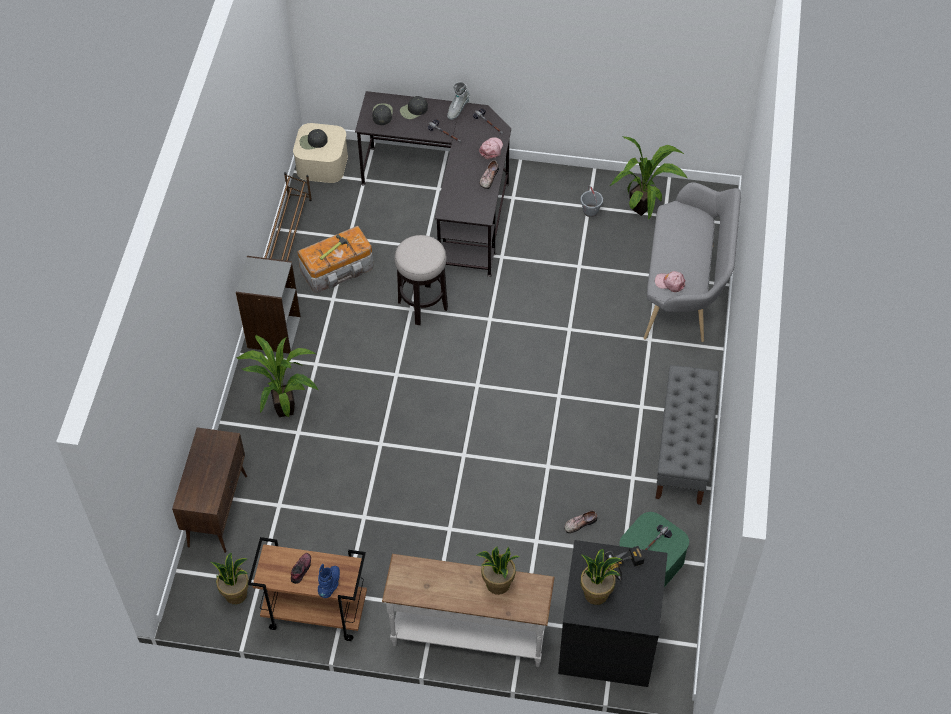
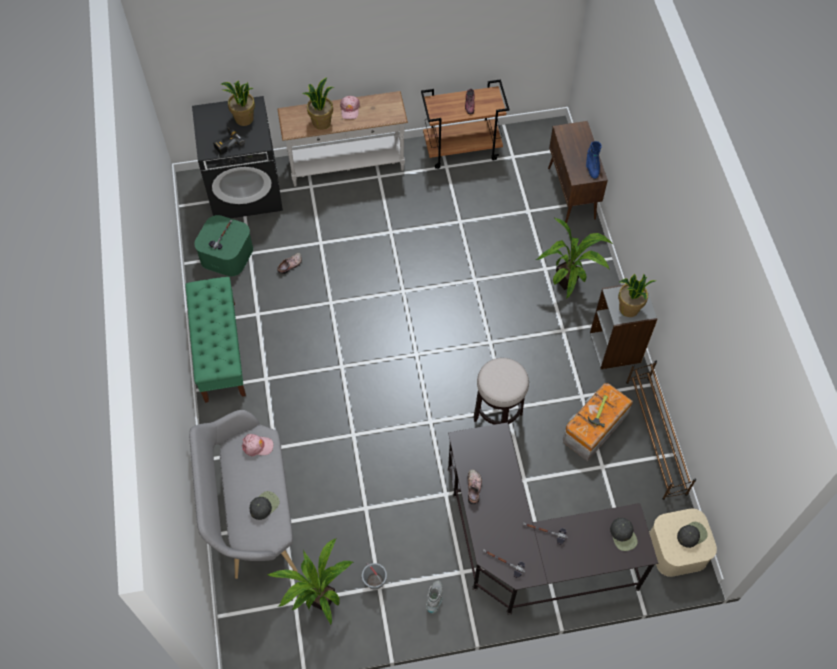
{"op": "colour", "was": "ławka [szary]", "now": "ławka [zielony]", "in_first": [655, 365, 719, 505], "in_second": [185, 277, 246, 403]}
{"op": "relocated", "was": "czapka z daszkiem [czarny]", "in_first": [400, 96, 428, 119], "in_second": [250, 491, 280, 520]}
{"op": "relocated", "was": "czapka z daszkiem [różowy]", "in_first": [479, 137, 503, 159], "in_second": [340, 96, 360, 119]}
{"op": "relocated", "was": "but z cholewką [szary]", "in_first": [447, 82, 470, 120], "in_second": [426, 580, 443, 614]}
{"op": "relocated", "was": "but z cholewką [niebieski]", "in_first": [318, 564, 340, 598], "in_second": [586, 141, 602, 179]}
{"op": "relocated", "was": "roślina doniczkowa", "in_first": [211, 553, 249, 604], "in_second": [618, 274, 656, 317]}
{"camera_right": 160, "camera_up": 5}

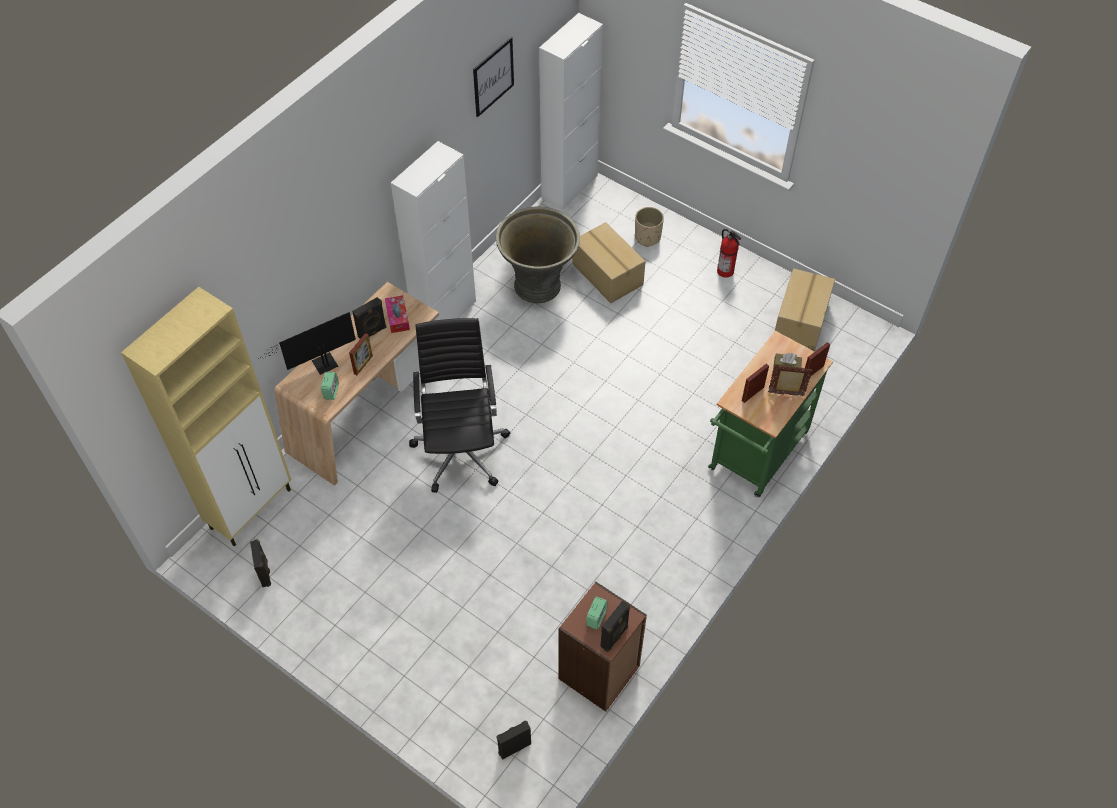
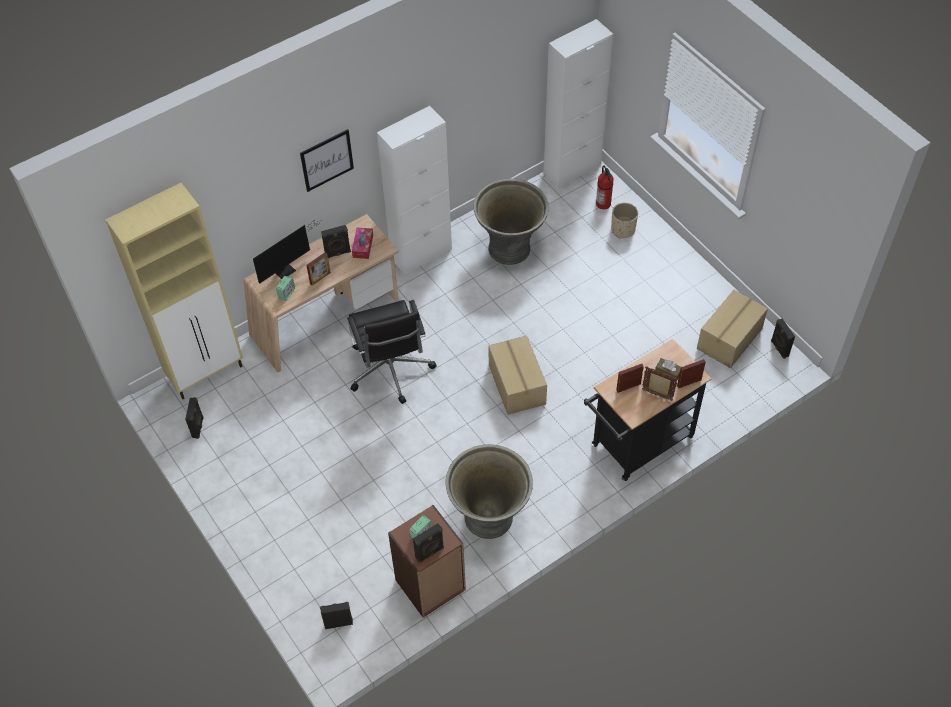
{"op": "spun", "was": "monitor", "in_first": [257, 312, 356, 375], "in_second": [253, 221, 321, 283], "clockwise": 150}
{"op": "relocated", "was": "obraz", "in_first": [473, 37, 514, 117], "in_second": [300, 129, 354, 192]}
{"op": "spun", "was": "krzesło biurowe [czarny]", "in_first": [409, 318, 510, 493], "in_second": [347, 300, 437, 404], "clockwise": 150}
{"op": "appeared", "now": "donica [szary]", "in_second": [446, 444, 533, 539]}
{"op": "relocated", "was": "karton", "in_first": [572, 222, 646, 303], "in_second": [488, 336, 547, 415]}
{"op": "colour", "was": "wózek [zielony]", "now": "wózek [czarny]", "in_first": [708, 331, 833, 497], "in_second": [584, 338, 712, 481]}
{"op": "relocated", "was": "gaśnica", "in_first": [717, 229, 741, 278], "in_second": [596, 166, 613, 209]}
{"op": "appeared", "now": "głośnik [czarny]", "in_second": [771, 318, 795, 359]}
{"camera_right": 20, "camera_up": 0}

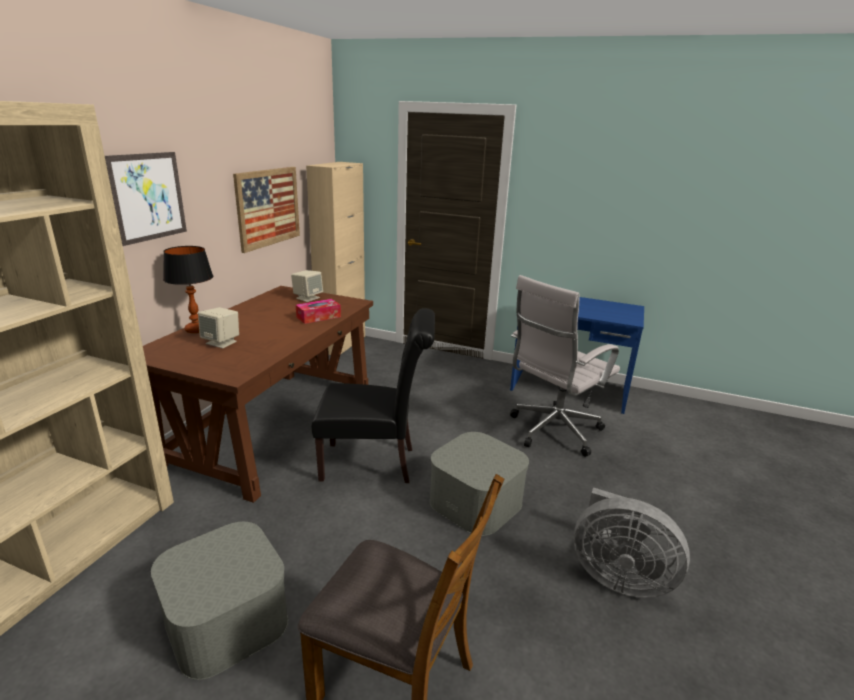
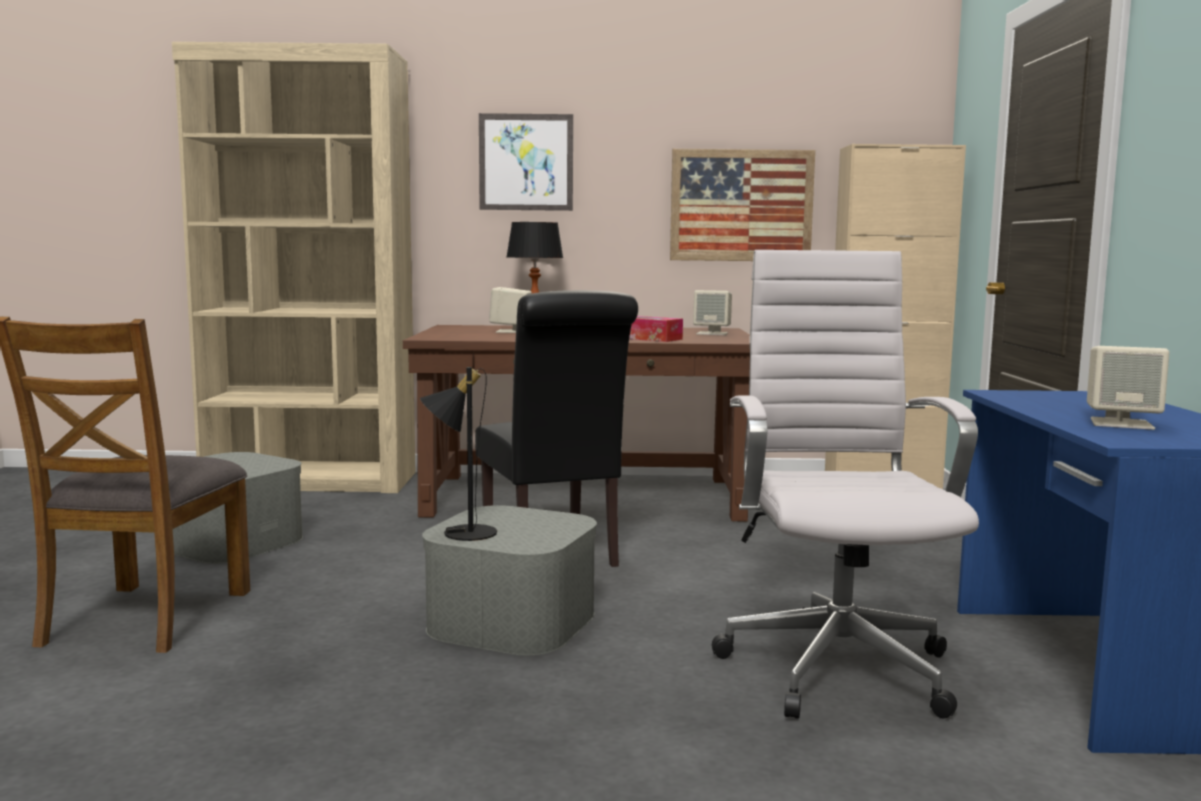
{"op": "appeared", "now": "lampa stołowa [czarny]", "in_second": [420, 367, 497, 541]}
{"op": "spun", "was": "krzesło biurowe [biały]", "in_first": [510, 275, 620, 457], "in_second": [711, 250, 979, 719], "clockwise": 60}
{"op": "appeared", "now": "głośnik [beżowy]", "in_second": [1087, 346, 1169, 430]}
{"op": "missing", "was": "wentylator [szary]", "in_first": [574, 487, 690, 598]}
{"camera_right": 70, "camera_up": -15}

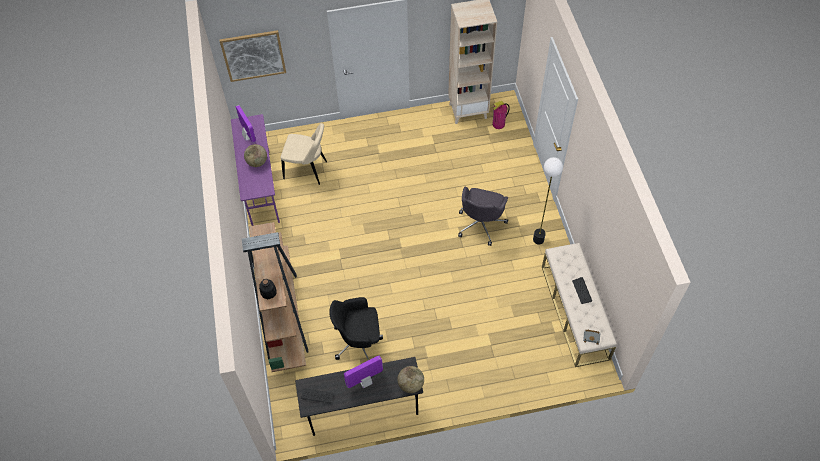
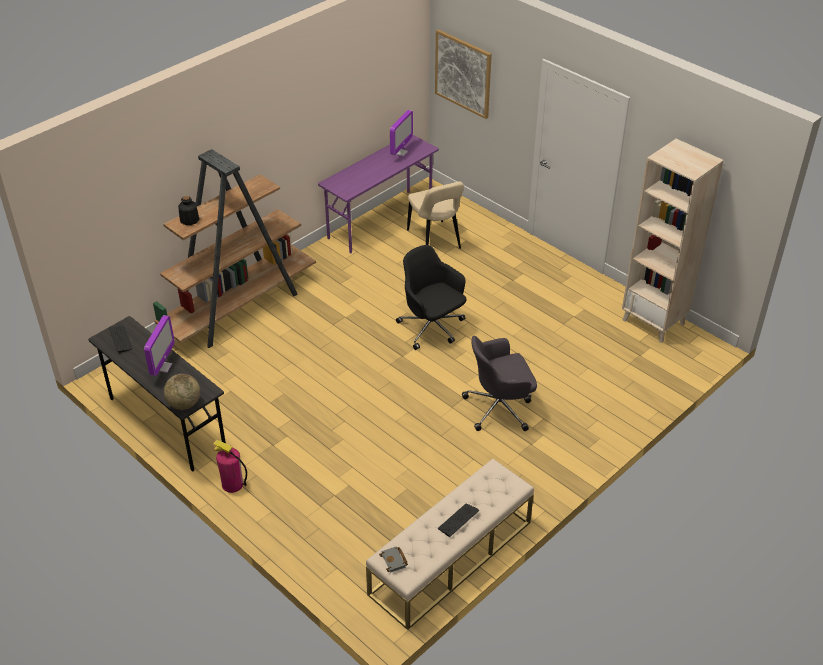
{"op": "spun", "was": "monitor", "in_first": [344, 356, 383, 388], "in_second": [144, 315, 175, 376], "clockwise": 75}
{"op": "relocated", "was": "gaśnica", "in_first": [492, 101, 510, 129], "in_second": [213, 440, 247, 493]}
{"op": "relocated", "was": "krzesło biurowe [czarny]", "in_first": [329, 297, 383, 360], "in_second": [396, 245, 466, 350]}
{"op": "missing", "was": "globus", "in_first": [244, 144, 267, 167]}
{"op": "missing", "was": "lampa stojąca", "in_first": [533, 157, 563, 244]}
{"camera_right": 55, "camera_up": -15}

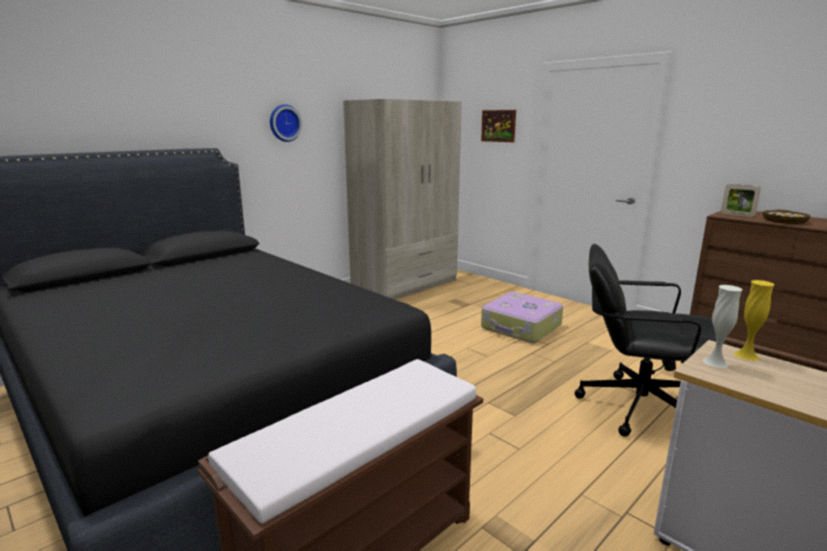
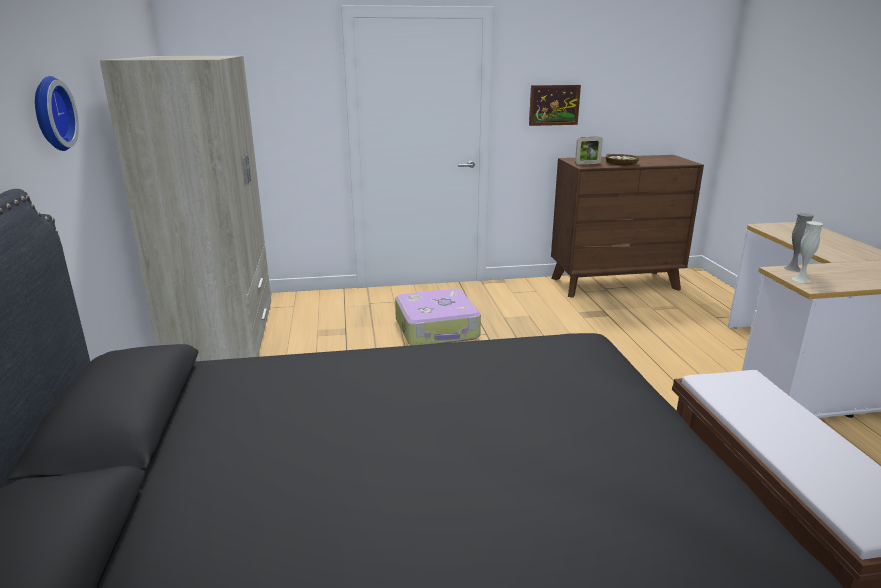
{"op": "relocated", "was": "obraz", "in_first": [481, 110, 516, 142], "in_second": [529, 85, 581, 126]}
{"op": "colour", "was": "wazon [żółty]", "now": "wazon [szary]", "in_first": [734, 280, 774, 361], "in_second": [784, 213, 813, 272]}
{"op": "missing", "was": "krzesło biurowe [czarny]", "in_first": [575, 244, 727, 437]}
{"camera_right": -55, "camera_up": 5}

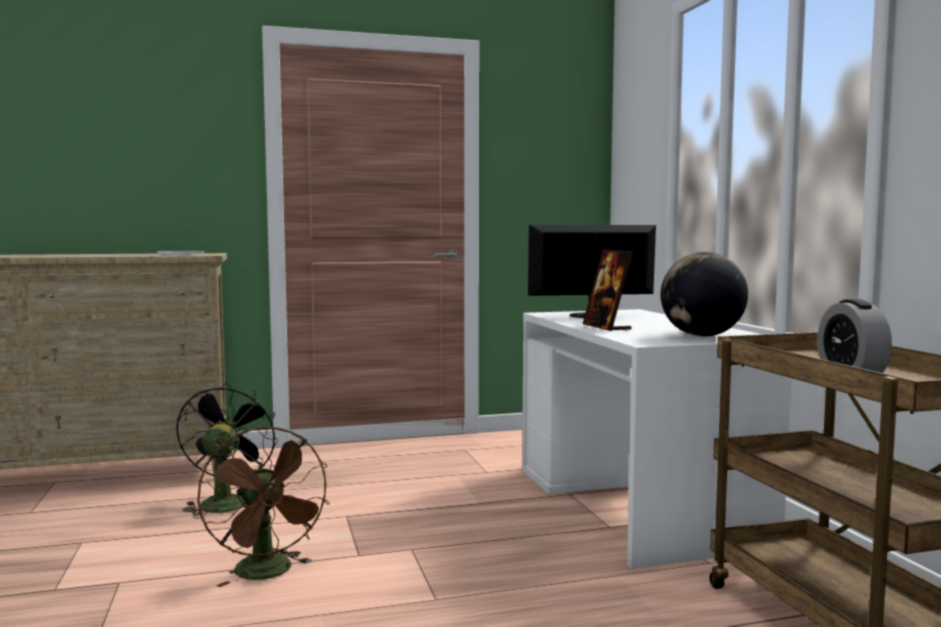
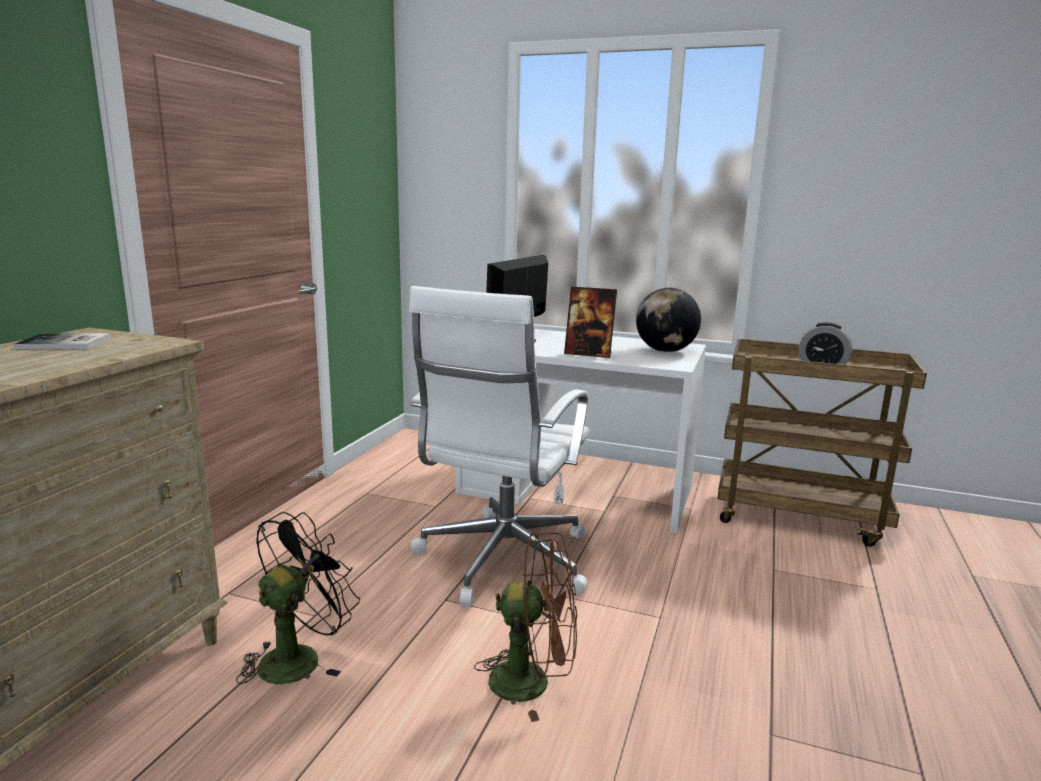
{"op": "spun", "was": "wentylator [czarny]", "in_first": [176, 382, 278, 518], "in_second": [236, 512, 360, 684], "clockwise": 90}
{"op": "appeared", "now": "krzesło biurowe [biały]", "in_second": [409, 286, 589, 606]}
{"camera_right": -55, "camera_up": 10}

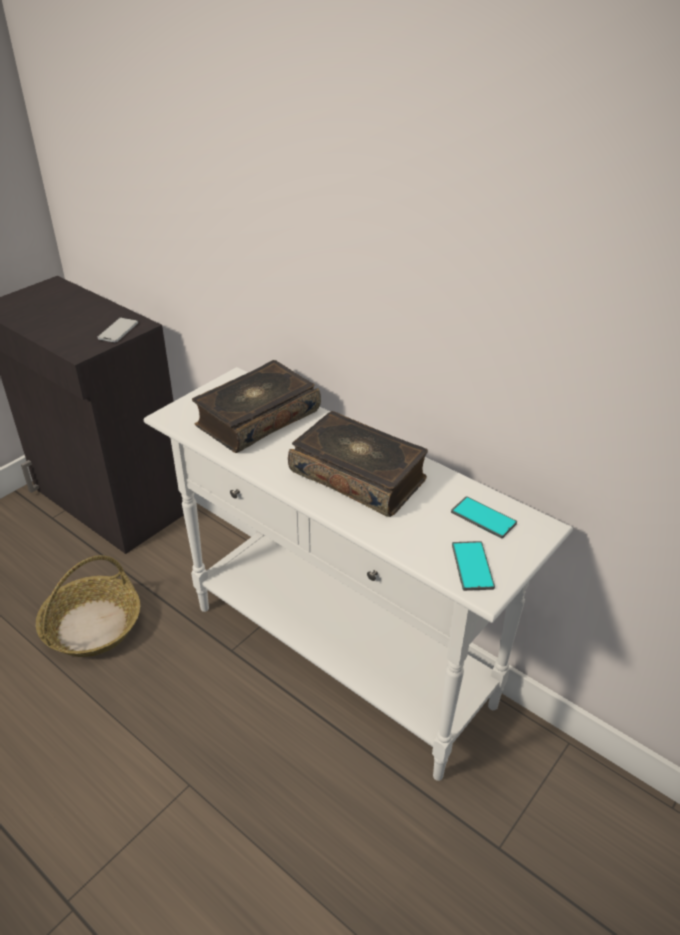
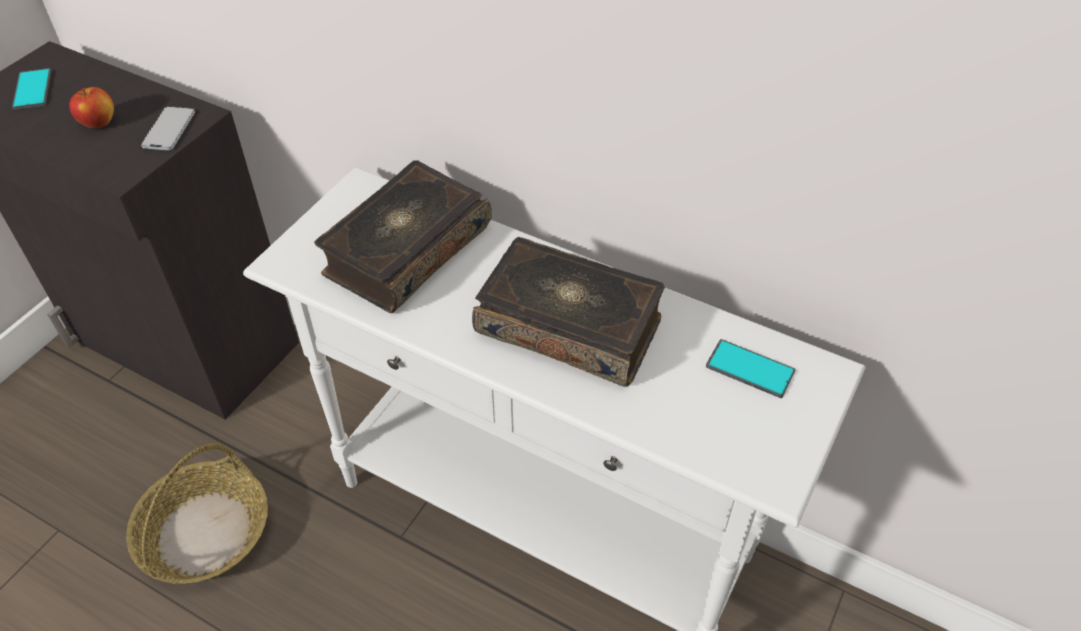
{"op": "relocated", "was": "telefon", "in_first": [452, 541, 495, 591], "in_second": [12, 68, 51, 110]}
{"op": "appeared", "now": "jabłko", "in_second": [69, 87, 114, 128]}
{"camera_right": -10, "camera_up": 10}

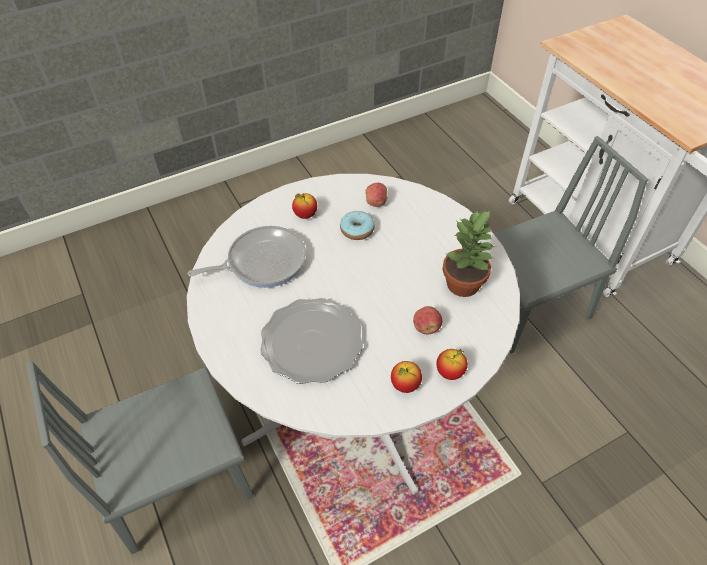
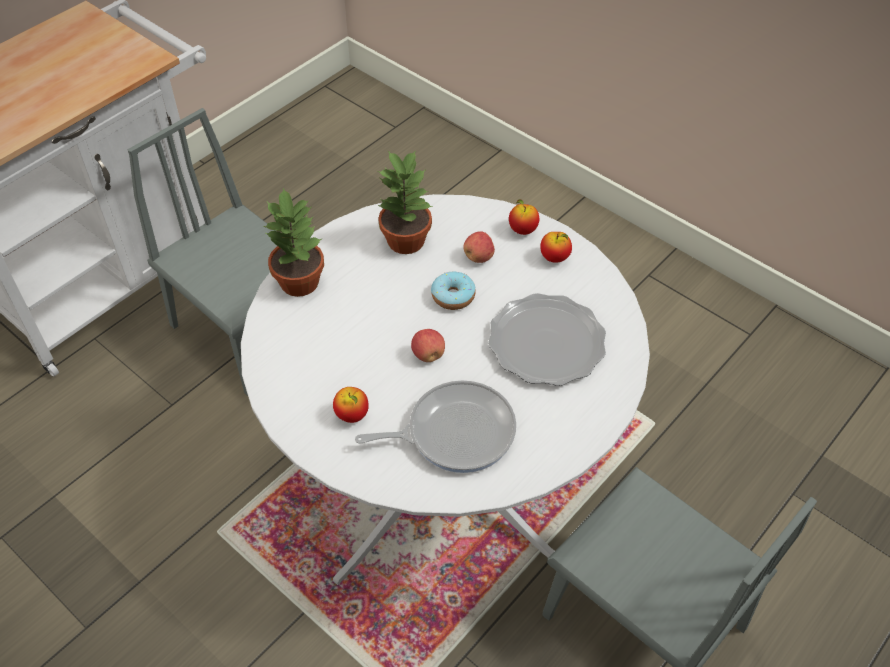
{"op": "appeared", "now": "roślina doniczkowa", "in_second": [263, 188, 324, 297]}
{"op": "spun", "was": "patelnia", "in_first": [188, 226, 306, 288], "in_second": [355, 380, 516, 473], "clockwise": 120}
{"op": "relocated", "was": "jabłko", "in_first": [365, 183, 388, 207], "in_second": [411, 329, 445, 362]}
{"op": "relocated", "was": "donut", "in_first": [340, 211, 375, 240], "in_second": [431, 272, 476, 310]}
{"camera_right": -110, "camera_up": 0}

